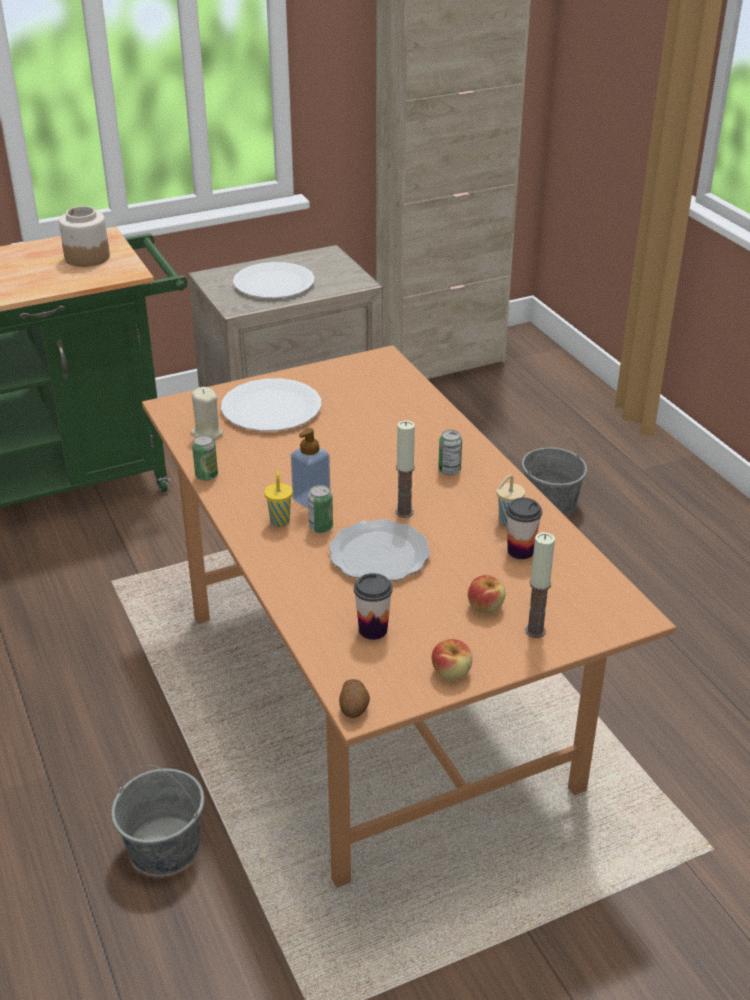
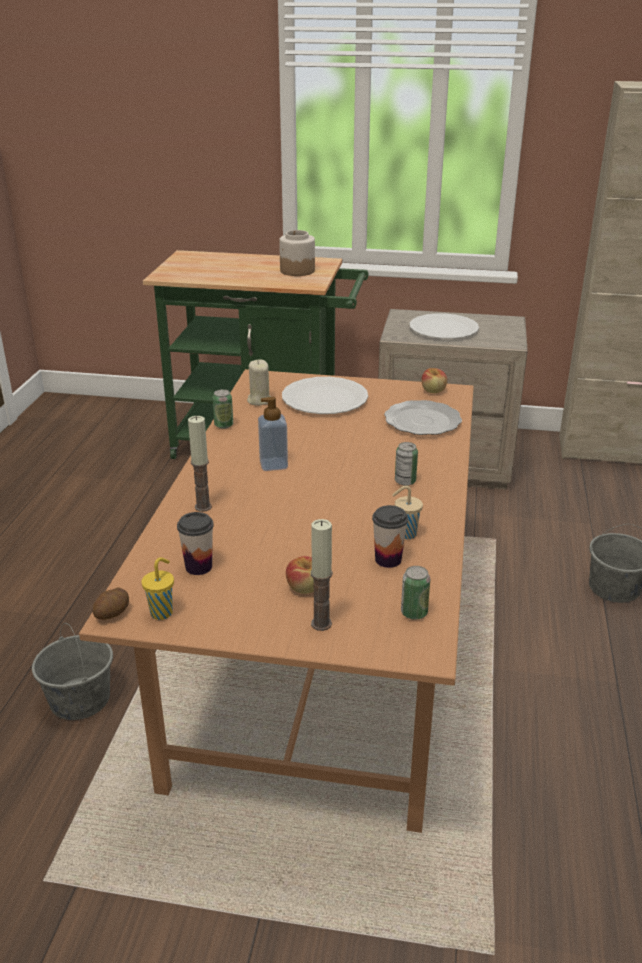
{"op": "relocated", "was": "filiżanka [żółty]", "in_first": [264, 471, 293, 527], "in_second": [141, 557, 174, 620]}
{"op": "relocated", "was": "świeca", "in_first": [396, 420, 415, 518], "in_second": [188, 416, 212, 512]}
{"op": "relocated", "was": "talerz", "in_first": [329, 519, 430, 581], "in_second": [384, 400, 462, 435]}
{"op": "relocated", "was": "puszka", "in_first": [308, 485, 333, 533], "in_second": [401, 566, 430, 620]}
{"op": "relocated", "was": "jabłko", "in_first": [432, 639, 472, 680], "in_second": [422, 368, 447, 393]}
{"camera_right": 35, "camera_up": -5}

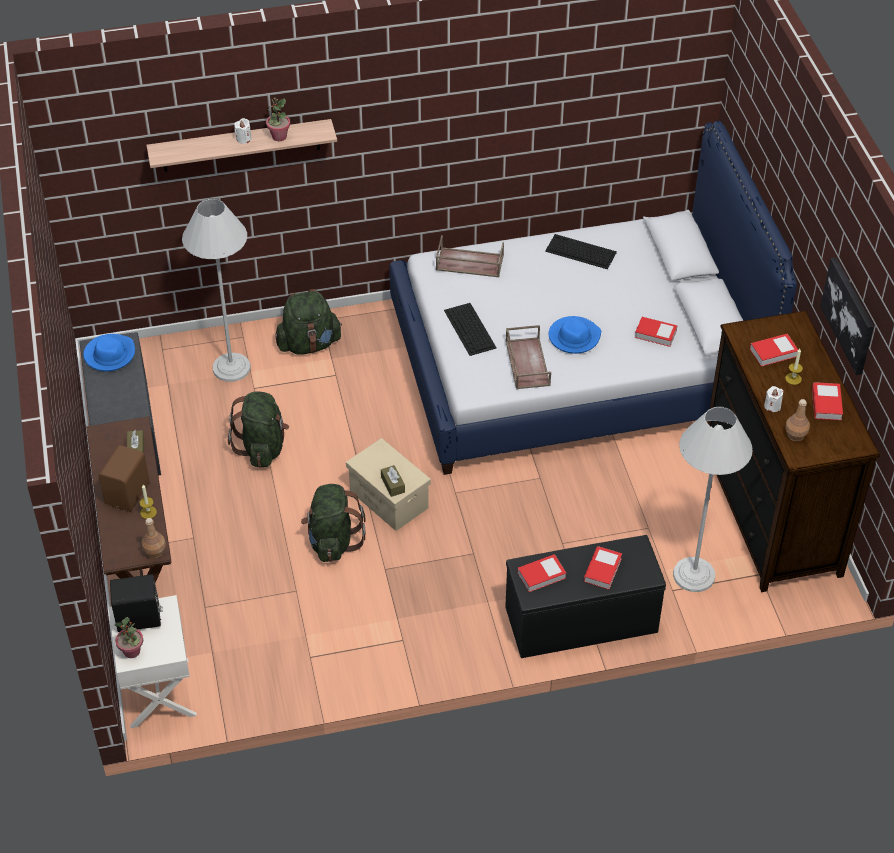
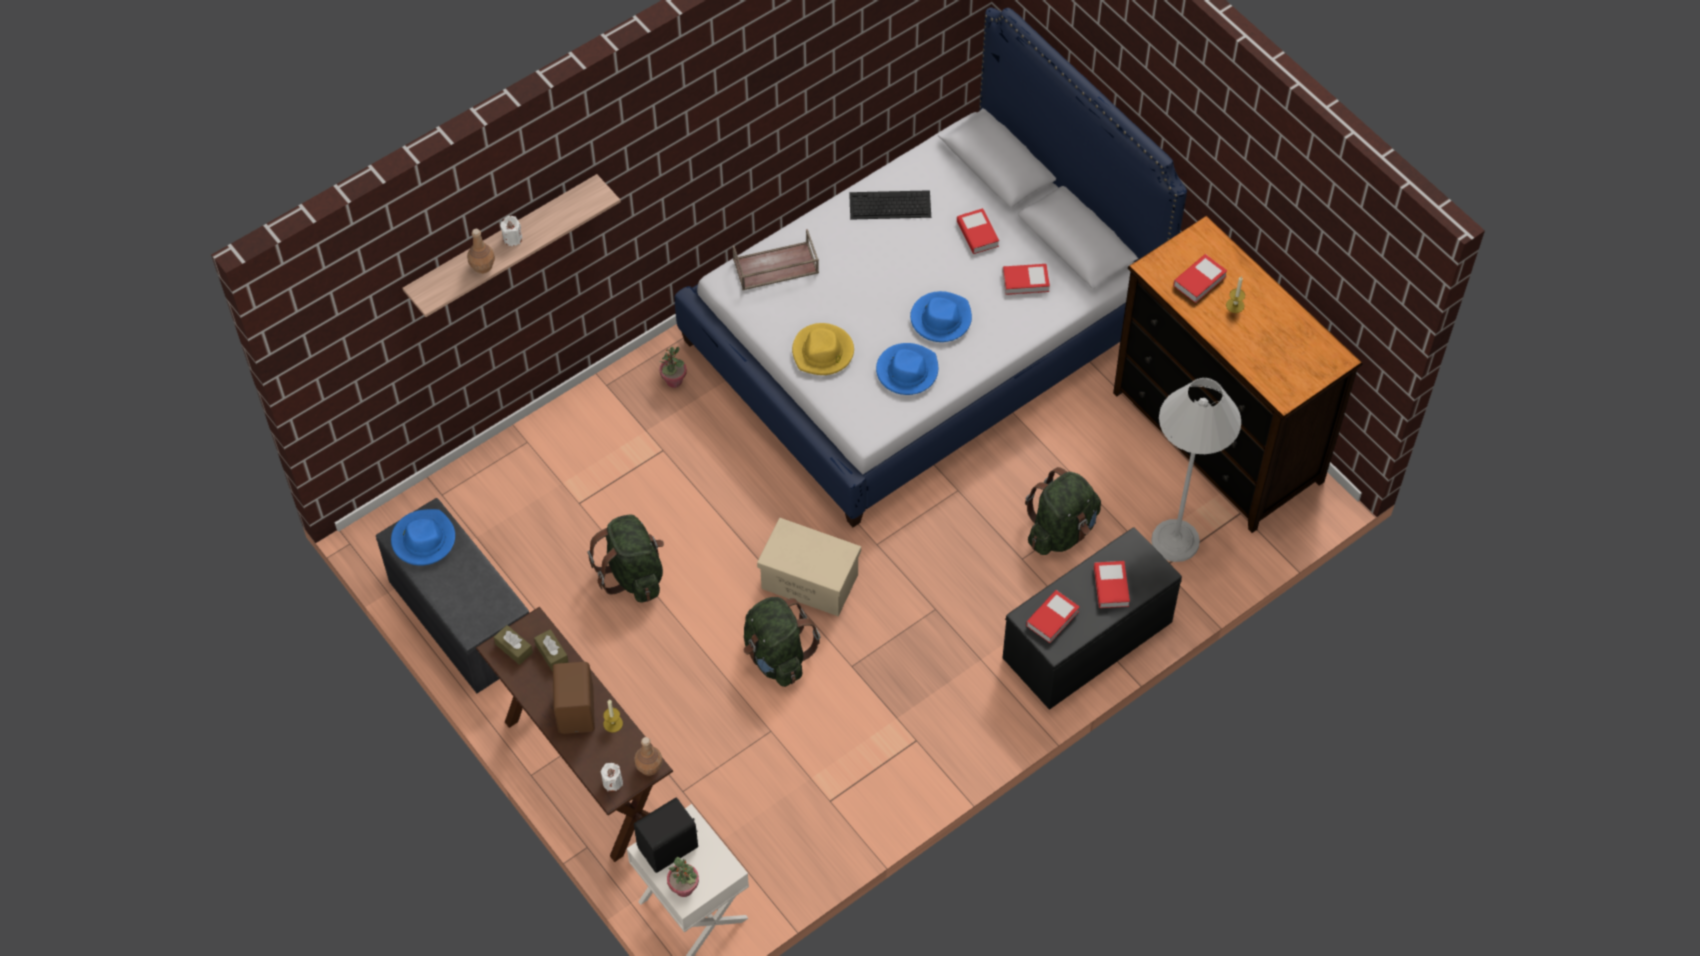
{"op": "relocated", "was": "butelka [brązowy]", "in_first": [785, 399, 810, 441], "in_second": [467, 229, 495, 274]}
{"op": "relocated", "was": "pudełko chusteczek [brązowy]", "in_first": [381, 465, 405, 497], "in_second": [494, 625, 533, 665]}
{"op": "relocated", "was": "świeca [biały]", "in_first": [764, 386, 784, 412], "in_second": [601, 763, 623, 792]}
{"op": "relocated", "was": "roślina doniczkowa", "in_first": [266, 98, 290, 141], "in_second": [659, 346, 687, 388]}
{"op": "exchanged", "was": "klawiatura", "now": "kapelusz [żółty]", "in_first": [444, 303, 497, 356], "in_second": [792, 323, 854, 375]}
{"op": "exchanged", "was": "taca [brązowy]", "now": "kapelusz [niebieski]", "in_first": [506, 325, 551, 389], "in_second": [876, 343, 938, 395]}
{"op": "relocated", "was": "książka", "in_first": [812, 382, 843, 420], "in_second": [957, 208, 999, 254]}
{"op": "relocated", "was": "plecak [zielony]", "in_first": [275, 289, 342, 355], "in_second": [1025, 467, 1101, 555]}
{"op": "missing", "was": "lampa stojąca [biały]", "in_first": [182, 198, 251, 382]}
{"op": "missing", "was": "obraz", "in_first": [820, 258, 874, 375]}
{"camera_right": -25, "camera_up": 10}

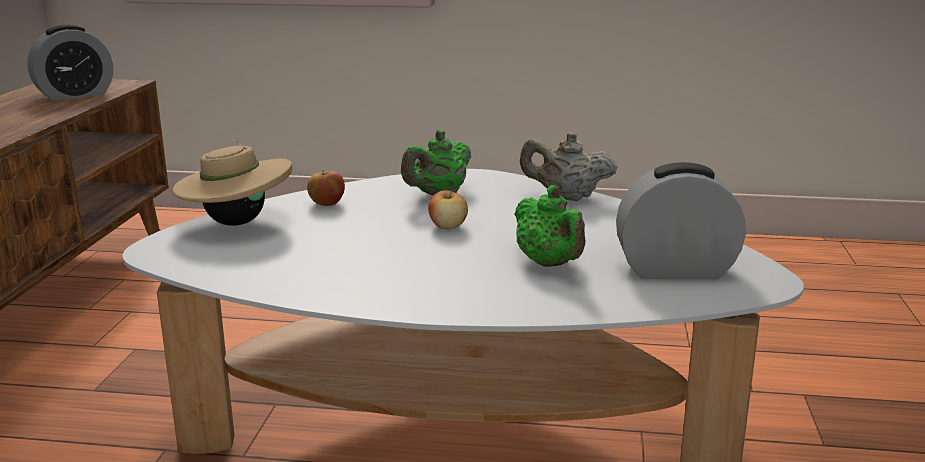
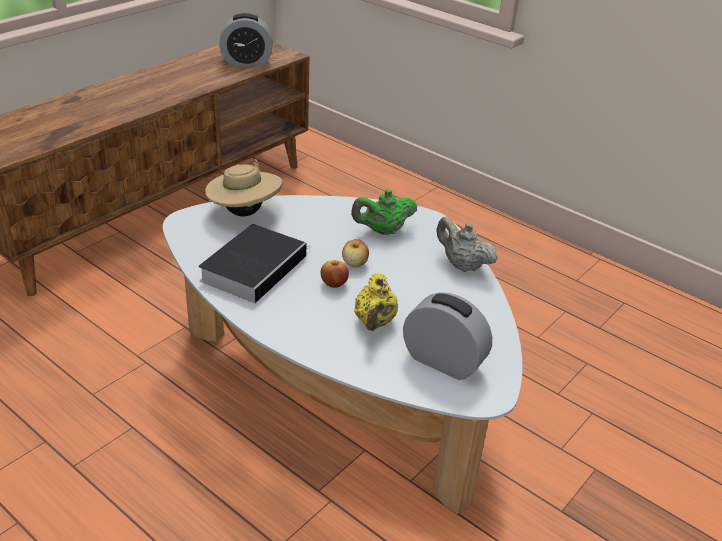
{"op": "appeared", "now": "książka", "in_second": [199, 224, 311, 303]}
{"op": "relocated", "was": "jabłko", "in_first": [307, 170, 345, 206], "in_second": [320, 260, 349, 288]}
{"op": "colour", "was": "imbryk [zielony]", "now": "imbryk [żółty]", "in_first": [514, 185, 586, 267], "in_second": [354, 273, 398, 331]}
{"camera_right": 30, "camera_up": 15}

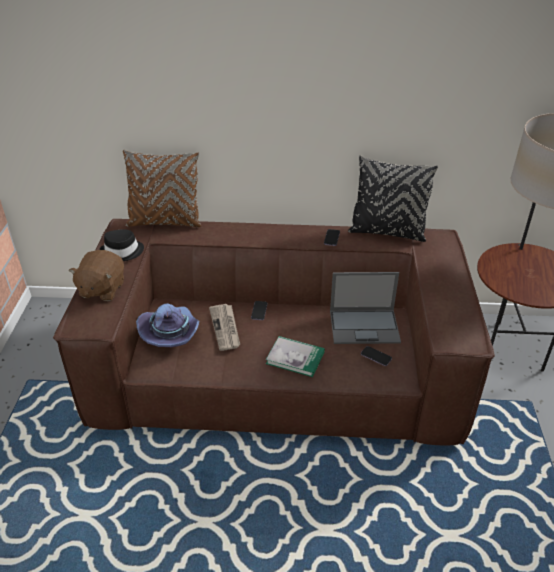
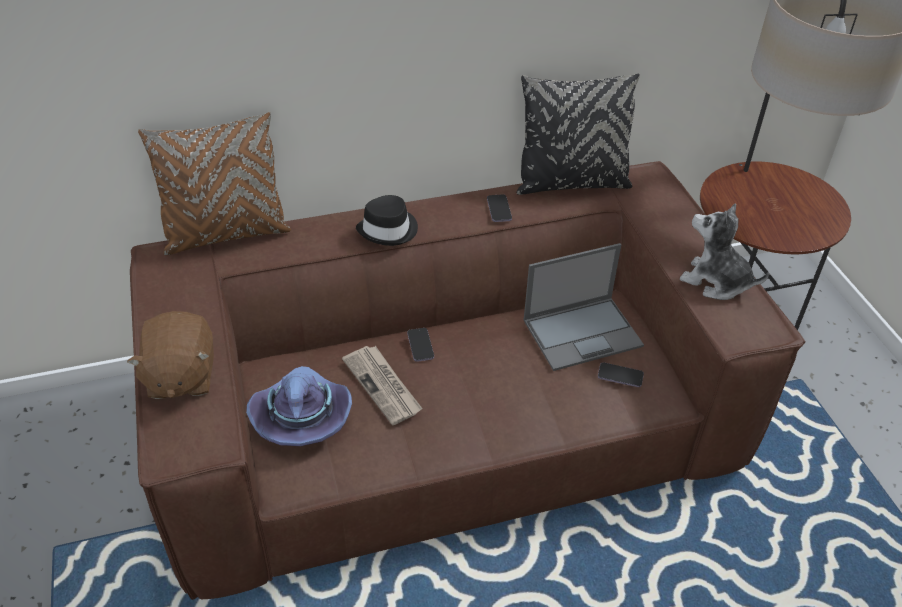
{"op": "relocated", "was": "kapelusz [czarny]", "in_first": [100, 229, 144, 261], "in_second": [356, 195, 418, 246]}
{"op": "appeared", "now": "pluszak", "in_second": [680, 203, 769, 300]}
{"op": "missing", "was": "książka", "in_first": [266, 336, 325, 377]}
{"camera_right": -20, "camera_up": 5}

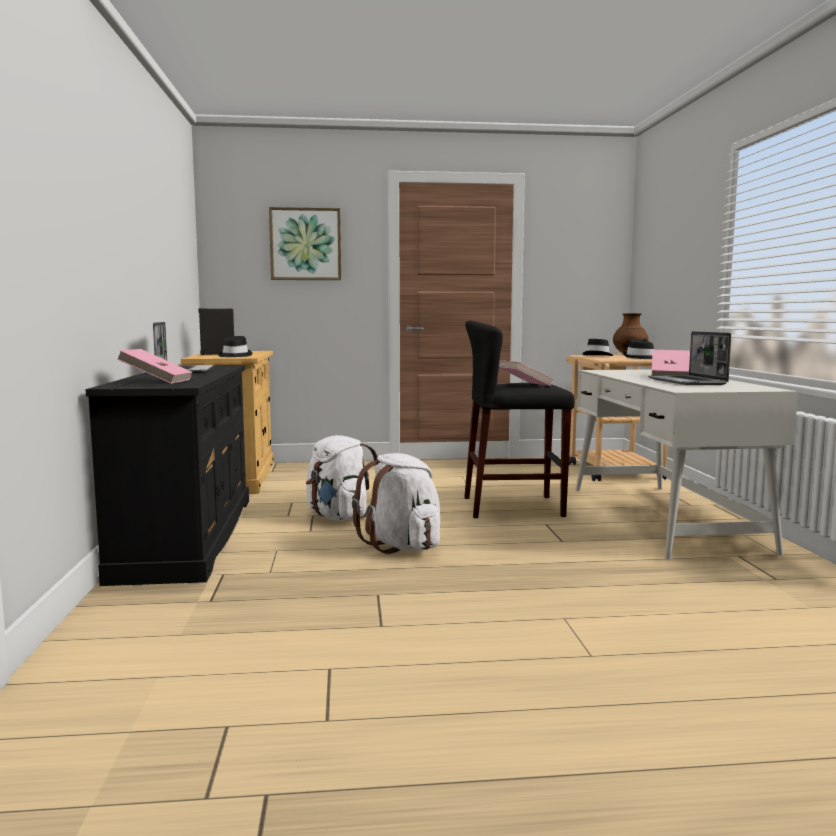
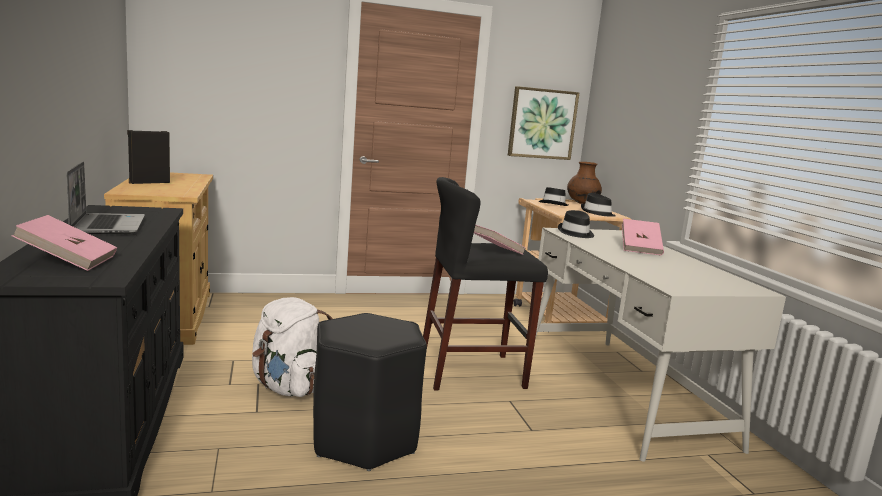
{"op": "exchanged", "was": "plecak [biały]", "now": "stołek [czarny]", "in_first": [352, 453, 440, 554], "in_second": [313, 313, 427, 471]}
{"op": "relocated", "was": "obraz", "in_first": [269, 207, 341, 280], "in_second": [508, 86, 579, 160]}
{"op": "relocated", "was": "kapelusz [czarny]", "in_first": [218, 336, 252, 357], "in_second": [558, 210, 594, 238]}
{"op": "missing", "was": "laptop", "in_first": [648, 331, 731, 385]}
{"camera_right": -10, "camera_up": 5}

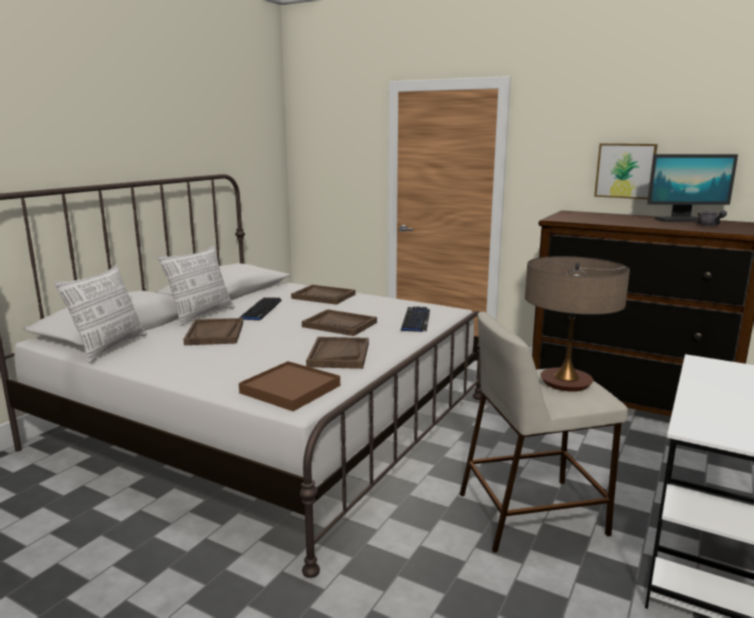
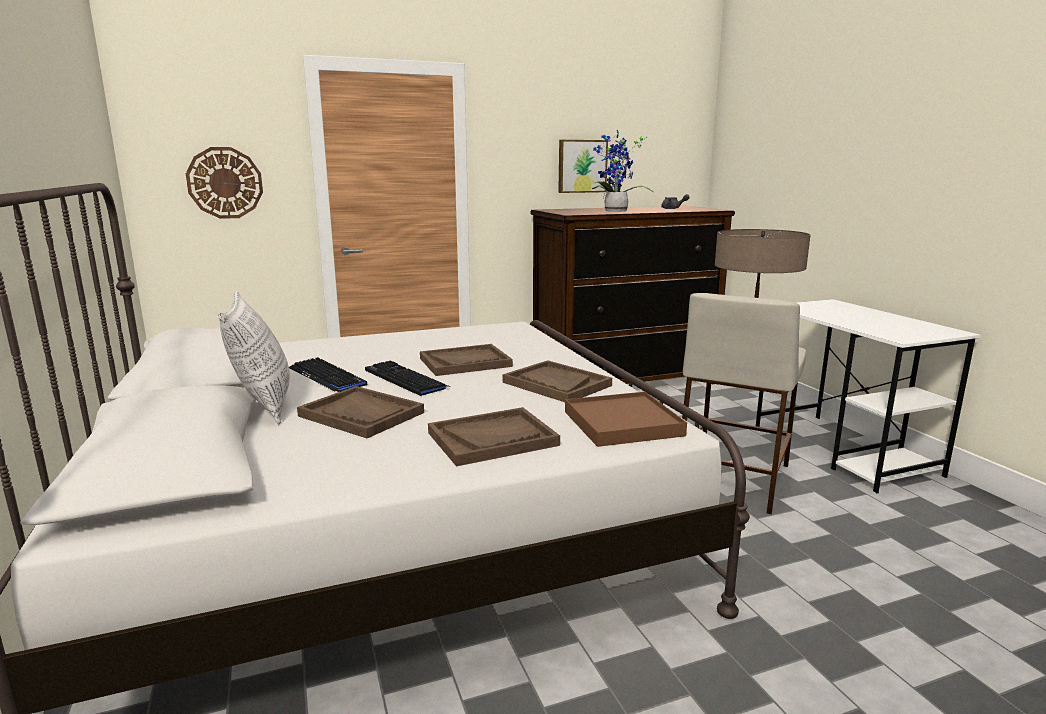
{"op": "appeared", "now": "zegar ścienny", "in_second": [186, 147, 263, 219]}
{"op": "relocated", "was": "klawiatura", "in_first": [401, 306, 430, 332], "in_second": [365, 360, 450, 396]}
{"op": "relocated", "was": "taca [brązowy]", "in_first": [291, 285, 356, 305], "in_second": [428, 407, 560, 466]}
{"op": "appeared", "now": "roślina doniczkowa", "in_second": [592, 129, 653, 212]}
{"op": "missing", "was": "poduszka", "in_first": [55, 265, 147, 363]}
{"op": "missing", "was": "monitor", "in_first": [647, 154, 738, 222]}
{"camera_right": -50, "camera_up": 0}

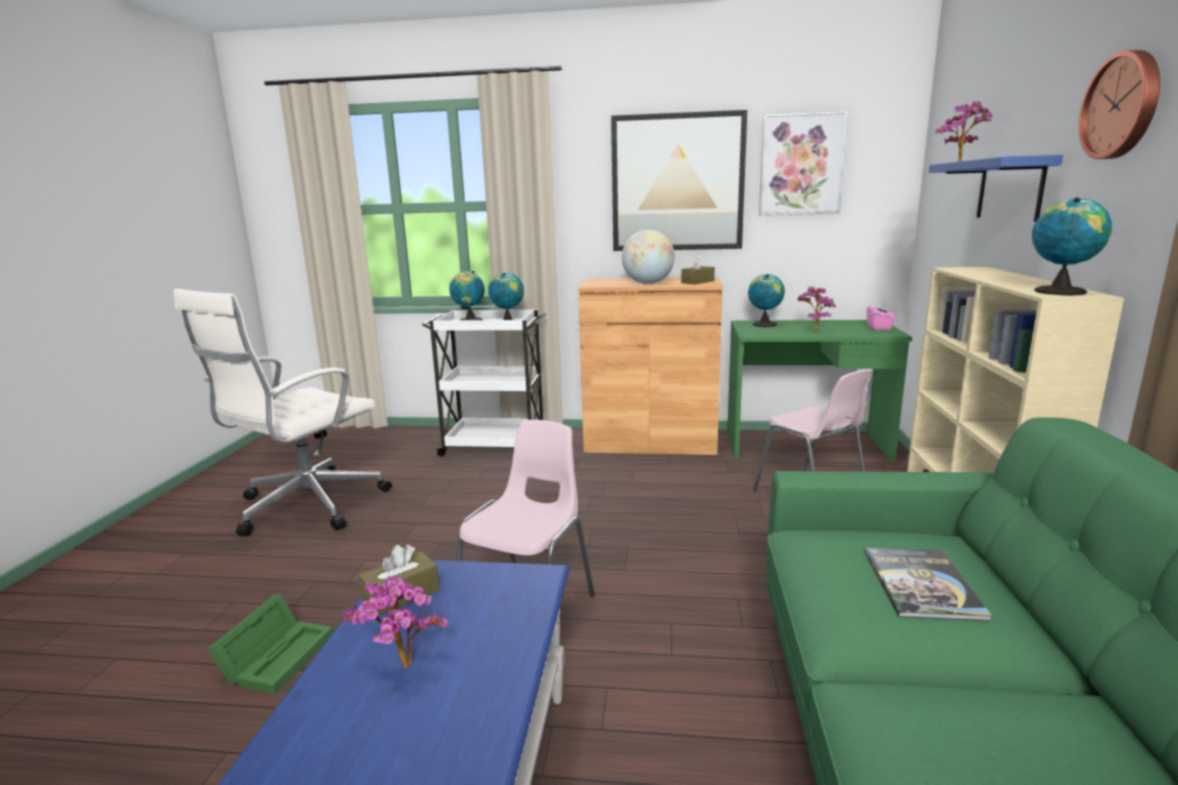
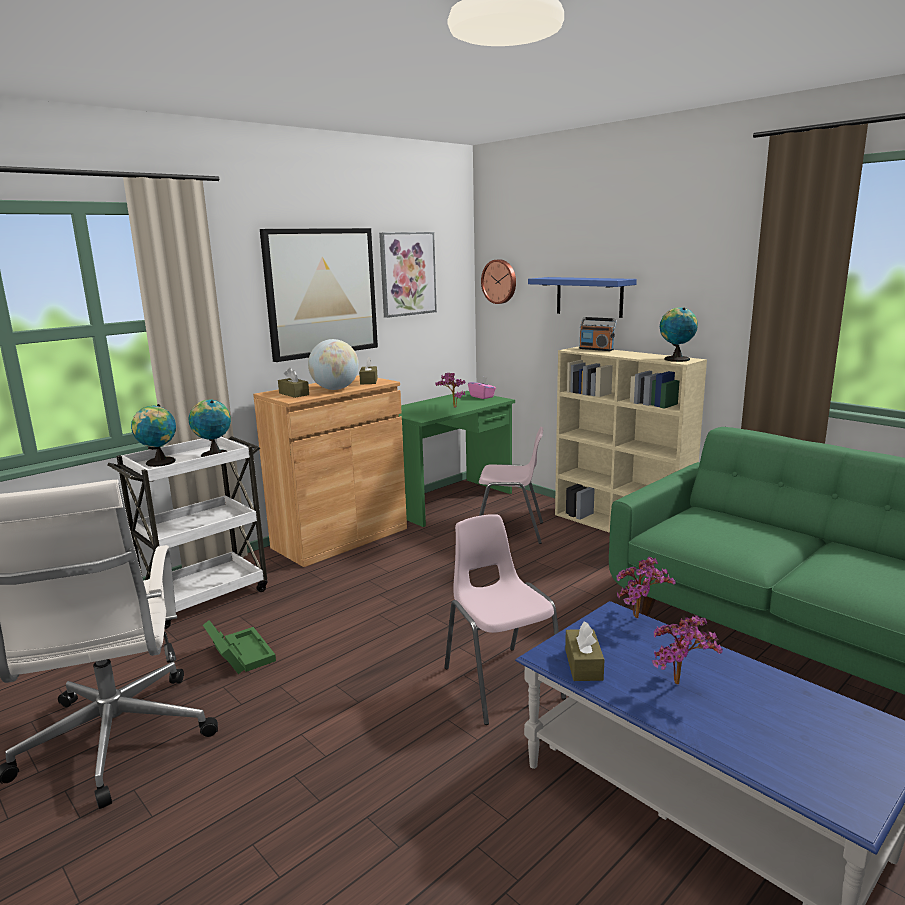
{"op": "relocated", "was": "pojemnik do przechowywania [zielony]", "in_first": [207, 593, 333, 694], "in_second": [203, 620, 276, 674]}
{"op": "appeared", "now": "pudełko chusteczek [brązowy]", "in_second": [278, 368, 309, 398]}
{"op": "relocated", "was": "zegar ścienny", "in_first": [1078, 50, 1160, 159], "in_second": [481, 260, 516, 304]}
{"op": "appeared", "now": "radio", "in_second": [579, 317, 617, 351]}
{"op": "relocated", "was": "roślina doniczkowa", "in_first": [935, 101, 992, 162], "in_second": [616, 556, 675, 618]}
{"op": "missing", "was": "globus", "in_first": [748, 274, 785, 327]}
{"op": "missing", "was": "książka", "in_first": [864, 548, 992, 621]}
{"camera_right": -50, "camera_up": 0}

